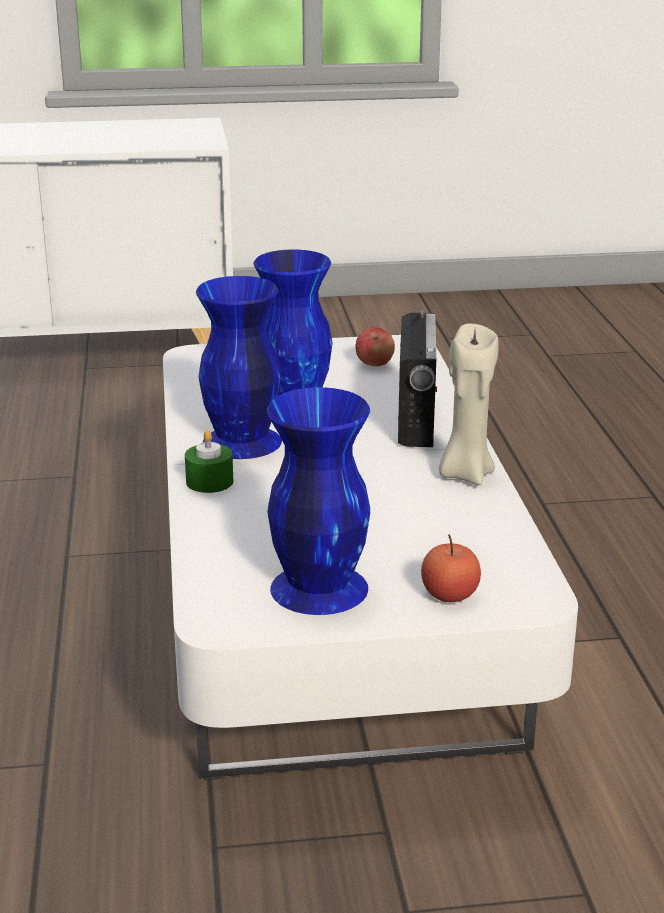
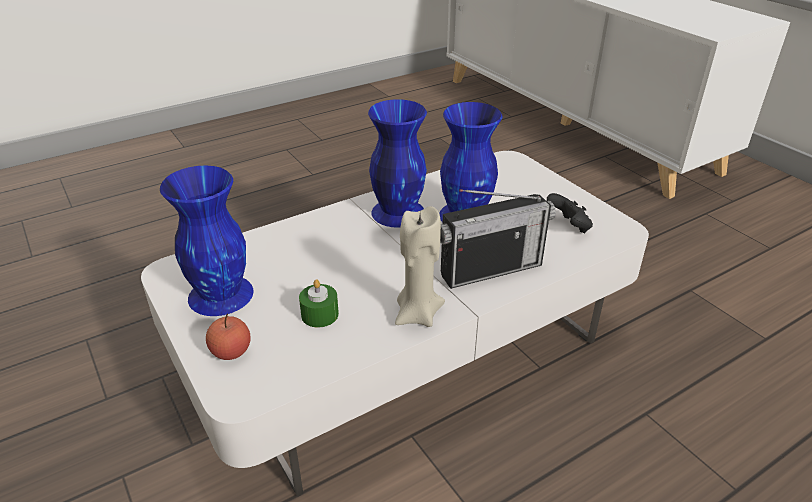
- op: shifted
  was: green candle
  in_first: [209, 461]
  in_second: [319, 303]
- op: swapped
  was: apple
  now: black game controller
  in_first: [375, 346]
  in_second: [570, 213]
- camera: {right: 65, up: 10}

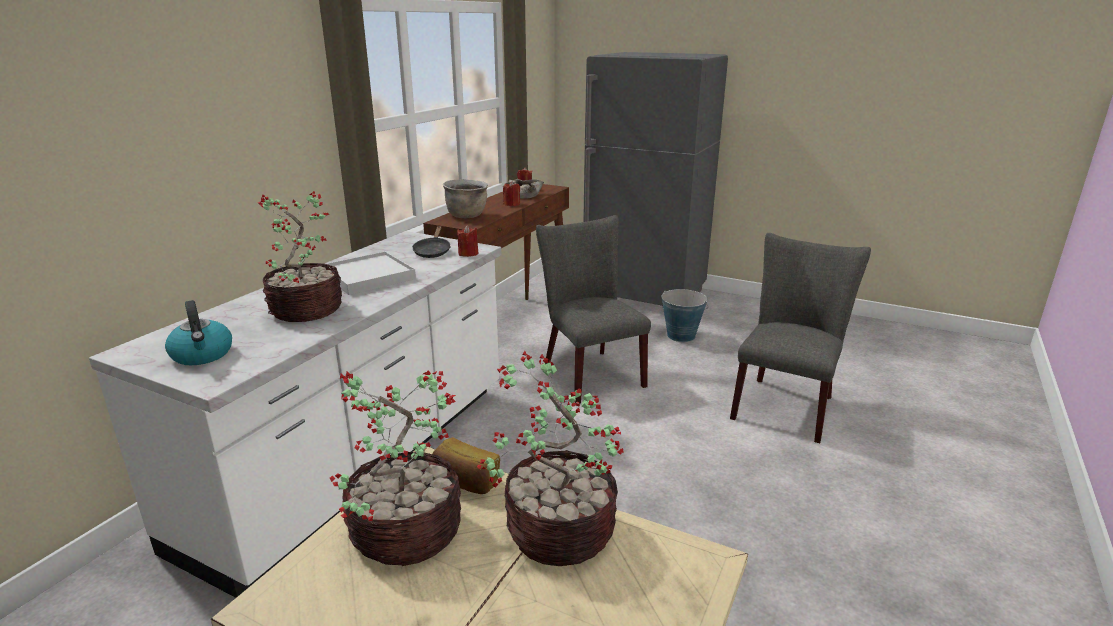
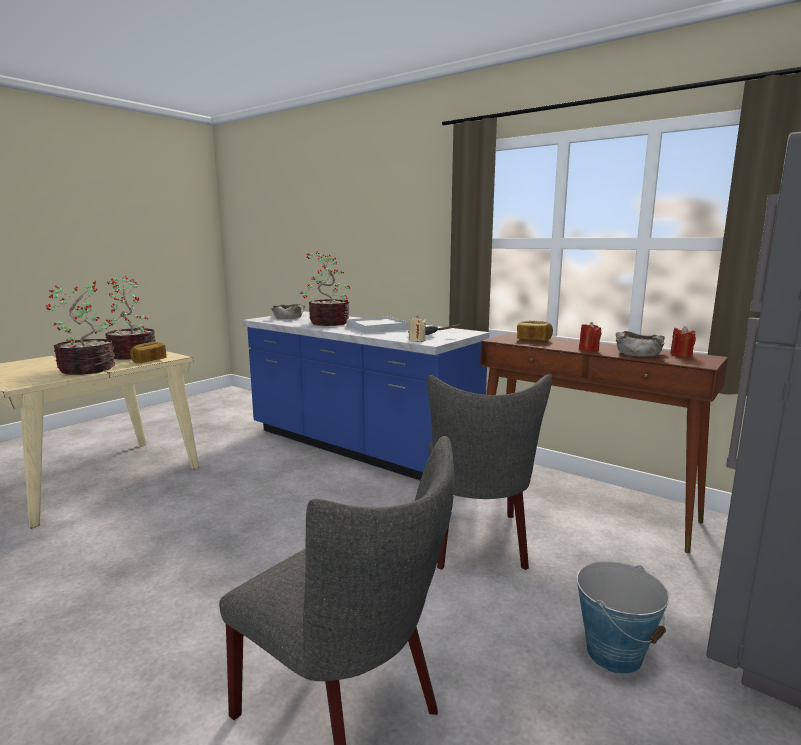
- op: swapped
  was: kettle
  now: beige bowl
  in_first: [198, 332]
  in_second: [288, 311]
- op: swapped
  was: brown cooking pot
  now: bread
  in_first: [465, 198]
  in_second: [535, 330]
- op: repainted
  was: white counter
  now: blue counter
  in_first: [295, 414]
  in_second: [366, 395]
- op: repainted
  was: red candle
  now: beige candle
  in_first: [467, 241]
  in_second: [417, 329]
- op: rotated
  was: grey chair
  in_first: [593, 309]
  in_second: [489, 472]
  clockwise: 105
- camera: {right: 100, up: -10}

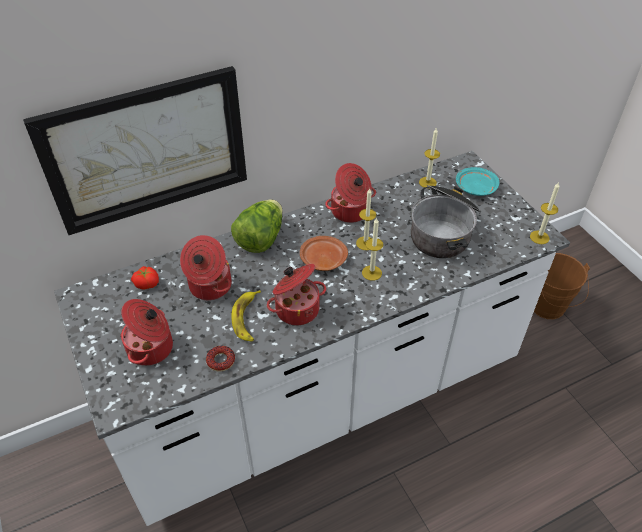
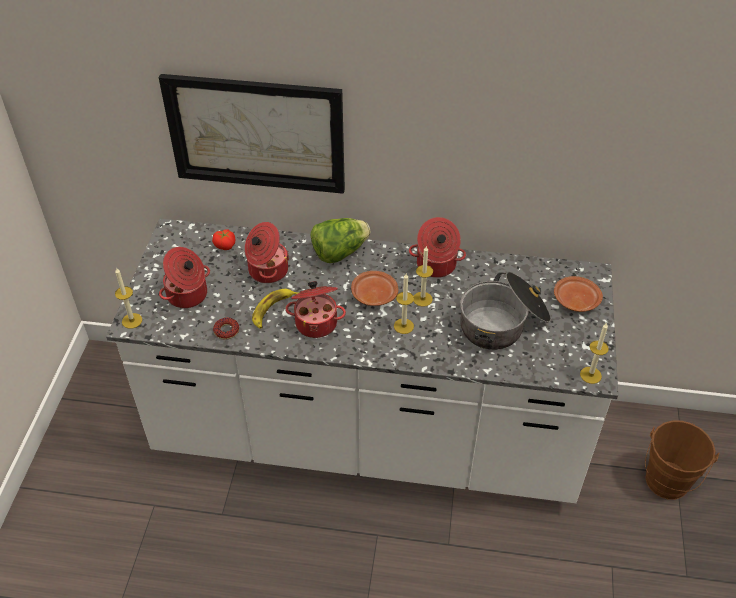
- op: shifted
  was: candle
  in_first: [429, 157]
  in_second: [128, 298]
- op: repainted
  was: turquoise plate
  now: brown plate
  in_first: [477, 181]
  in_second: [578, 294]
- camera: {right: 35, up: 0}

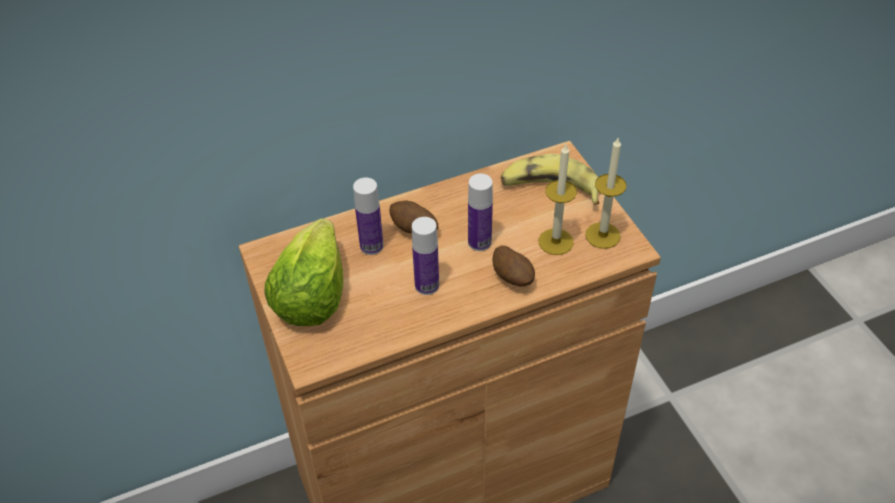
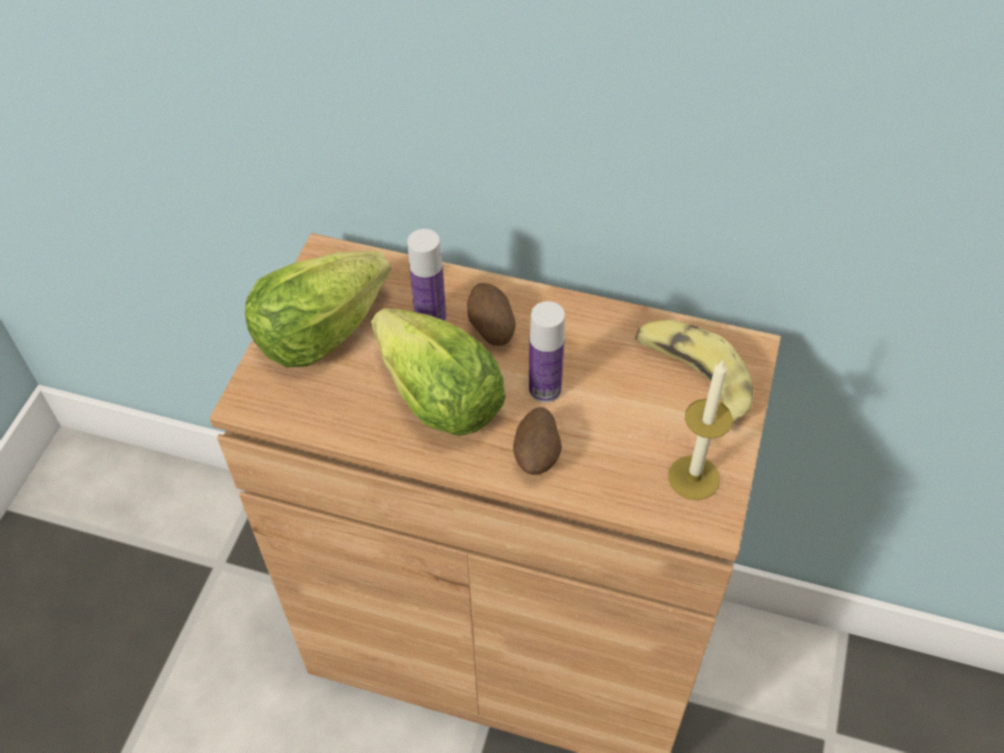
- op: gone
  was: candle
  in_first: [558, 200]
- op: swapped
  was: bottle
  now: lettuce
  in_first: [425, 256]
  in_second: [438, 372]
- camera: {right: 40, up: 5}

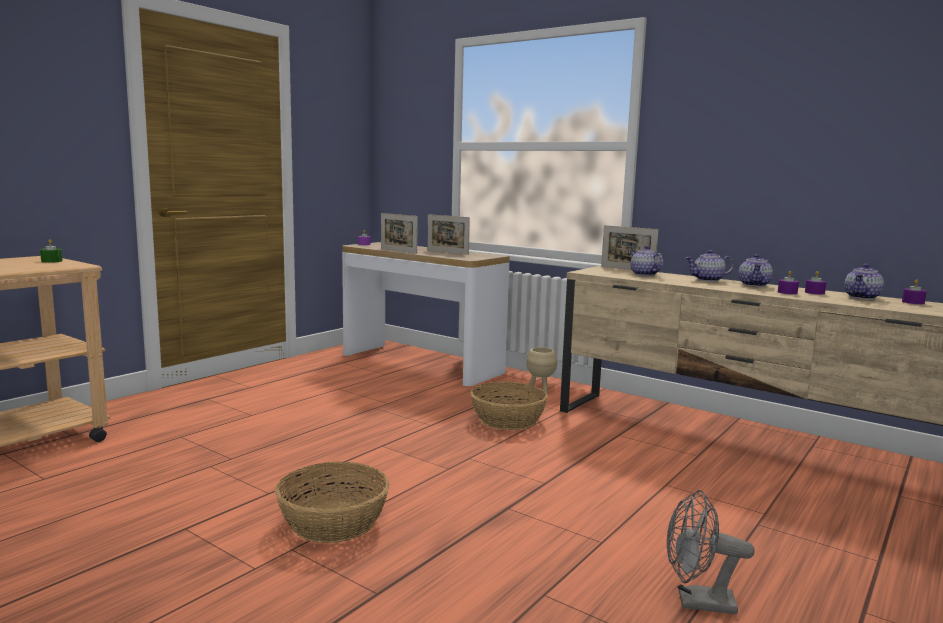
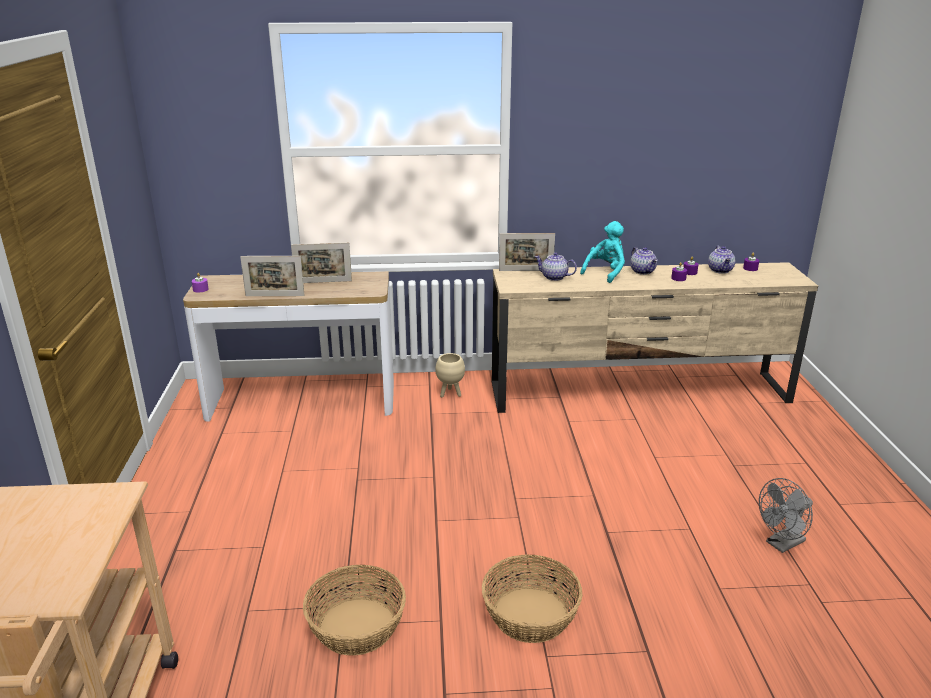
- op: gone
  was: green candle
  in_first: [51, 251]
- op: shifted
  was: basket
  in_first: [509, 405]
  in_second: [354, 610]
- op: swapped
  was: teapot
  now: turquoise plush toy
  in_first: [710, 266]
  in_second: [602, 252]
- camera: {right: -40, up: 15}

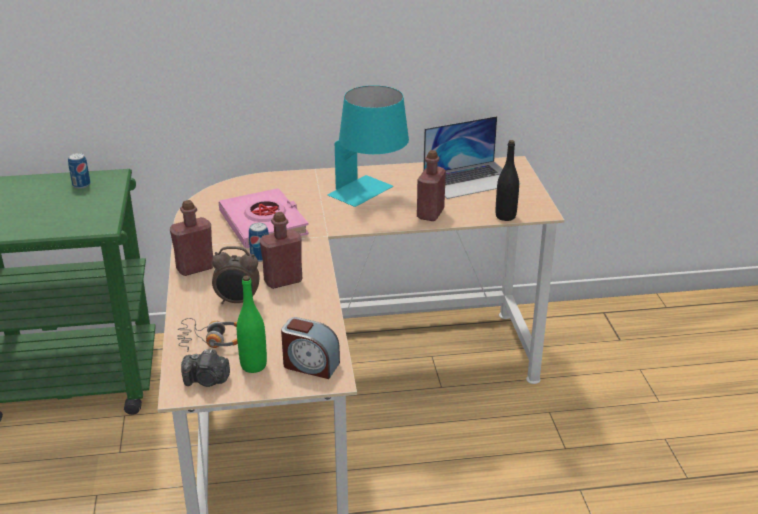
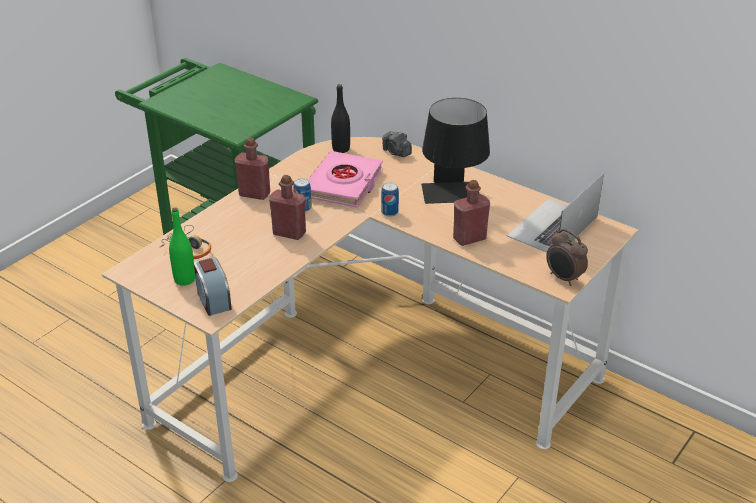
- op: shifted
  was: can
  in_first: [79, 171]
  in_second: [390, 199]
- op: shifted
  was: photo camera
  in_first: [205, 368]
  in_second: [397, 144]
- op: shifted
  was: alarm clock
  in_first: [236, 275]
  in_second: [567, 257]
- op: shifted
  was: black bottle
  in_first: [507, 180]
  in_second: [340, 118]
- op: repainted
  was: turquoise table lamp
  now: black table lamp
  in_first: [368, 146]
  in_second: [455, 151]
- op: rotated
  was: laptop
  in_first: [471, 157]
  in_second: [555, 213]
  clockwise: 105
- camera: {right: 45, up: 5}

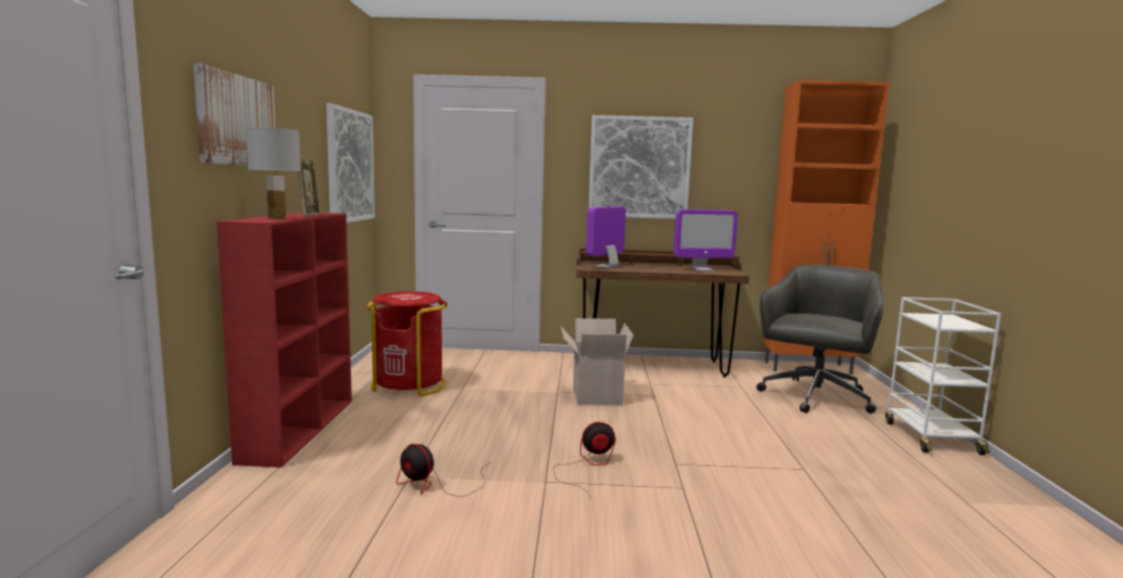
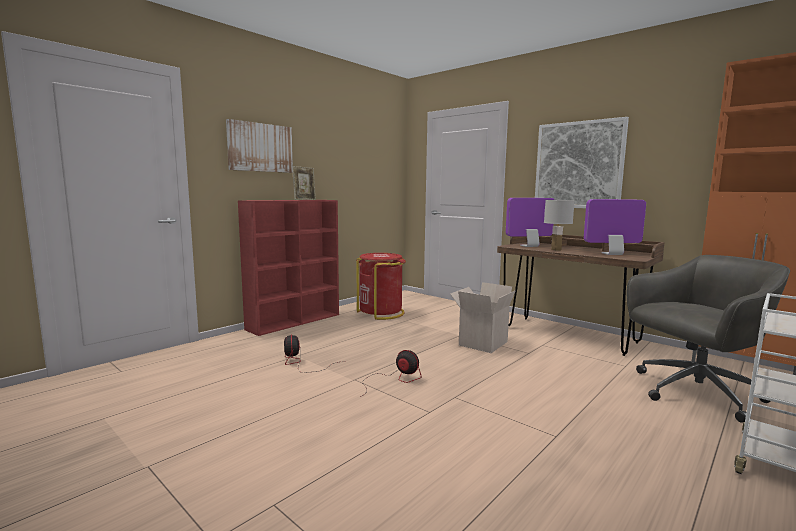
- op: gone
  was: picture
  in_first: [350, 163]
- op: shifted
  was: white table lamp
  in_first: [273, 173]
  in_second: [559, 225]
- op: rotated
  was: monitor
  in_first: [706, 240]
  in_second: [615, 227]
  clockwise: 150
- camera: {right: 40, up: 0}

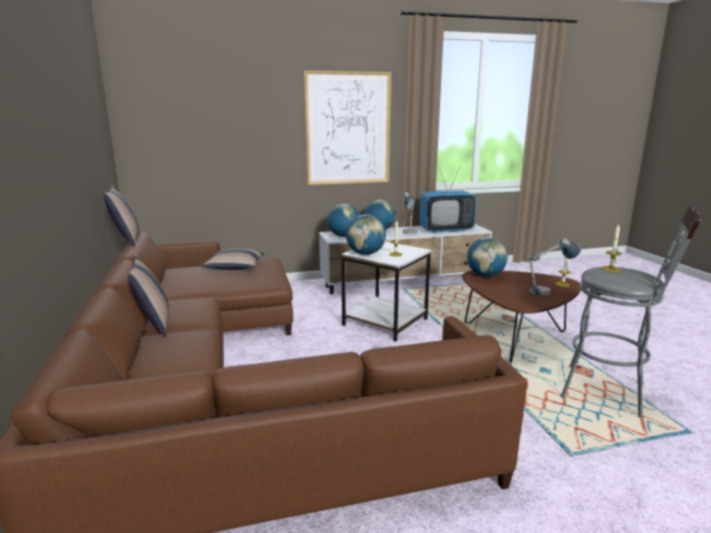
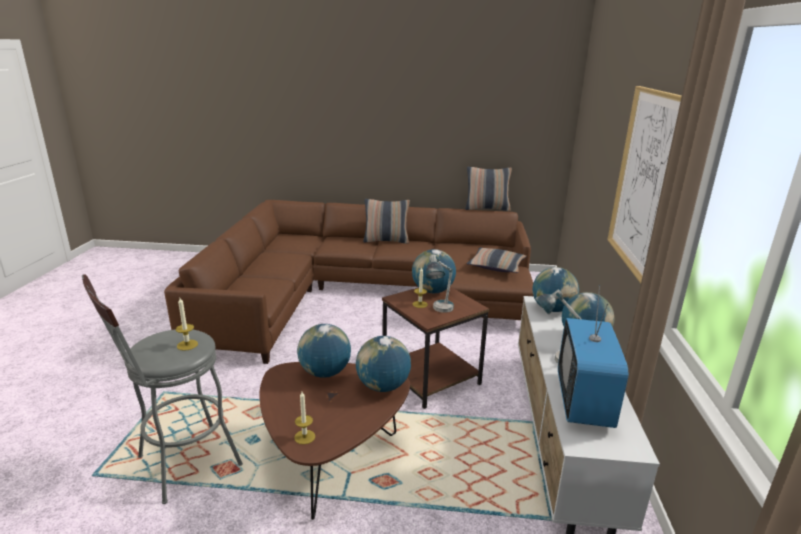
- op: new
  now: globe
  in_second: [324, 351]
- op: shifted
  was: table lamp
  in_first: [555, 267]
  in_second: [440, 283]
- op: repainted
  was: white side table
  now: brown side table
  in_first: [386, 292]
  in_second: [435, 348]
- camera: {right: 110, up: 5}

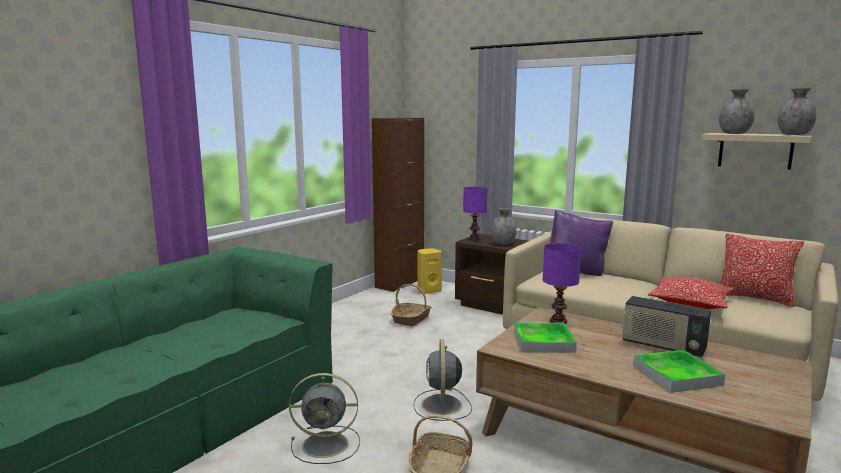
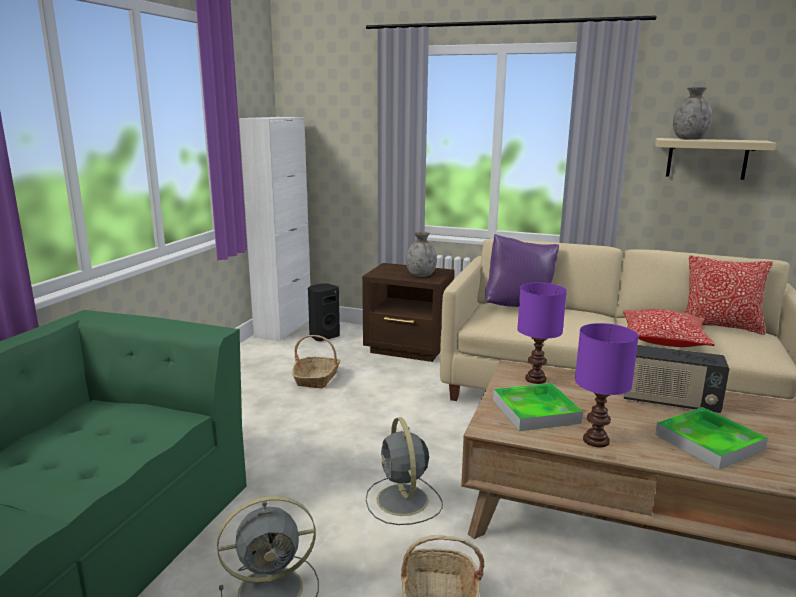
- op: gone
  was: grey vase
  in_first: [797, 111]
- op: shifted
  was: purple table lamp
  in_first: [475, 214]
  in_second: [607, 385]
- op: repainted
  was: brown cabinet
  now: white cabinet
  in_first: [398, 205]
  in_second: [274, 229]
- op: repainted
  was: yellow speaker
  now: black speaker
  in_first: [429, 271]
  in_second: [324, 312]
- camera: {right: -15, up: 5}

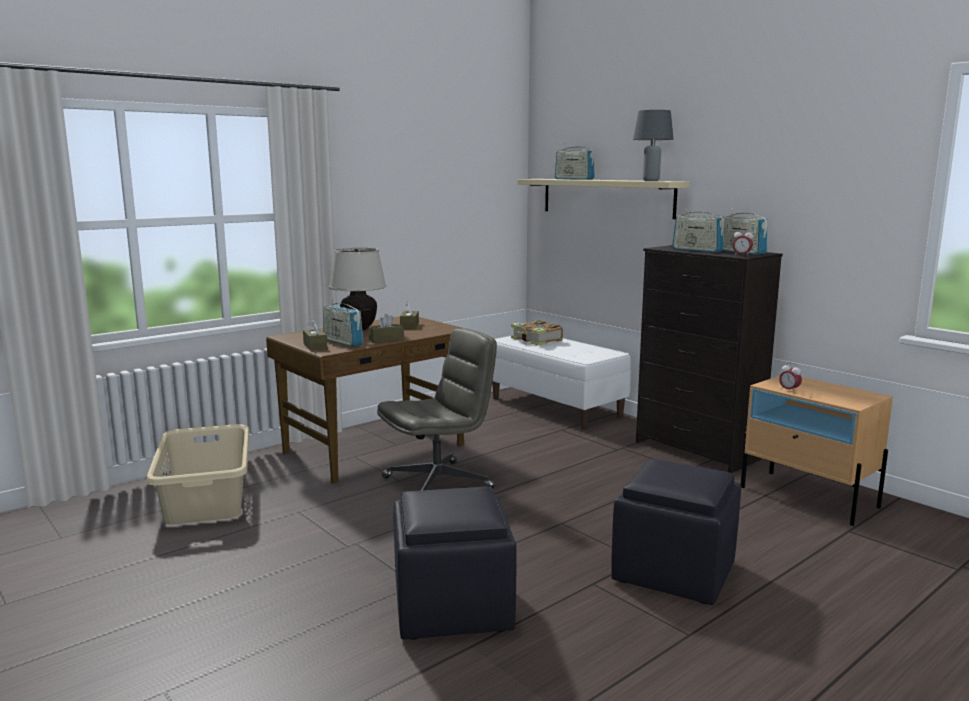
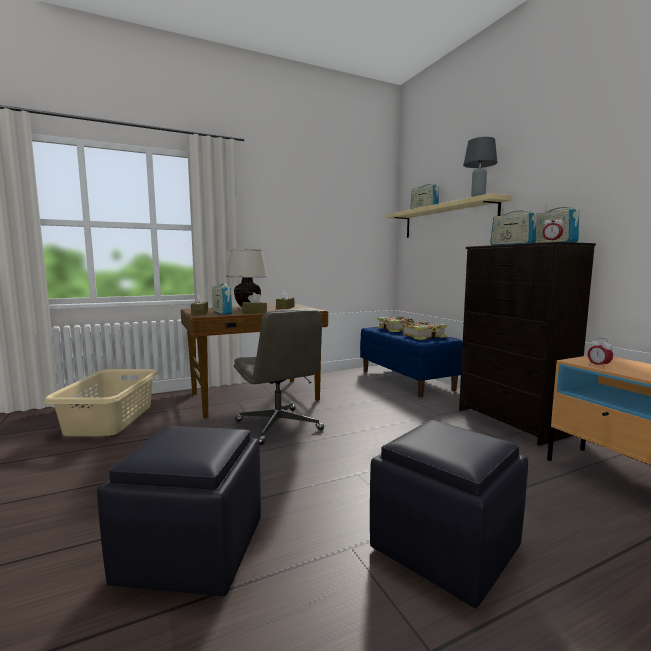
- op: new
  now: book
  in_second: [425, 331]
- op: repainted
  was: white bench
  now: blue bench
  in_first: [561, 383]
  in_second: [411, 362]
- op: rotated
  was: grey office chair
  in_first: [437, 409]
  in_second: [279, 377]
  clockwise: 75
- camera: {right: 15, up: -5}

